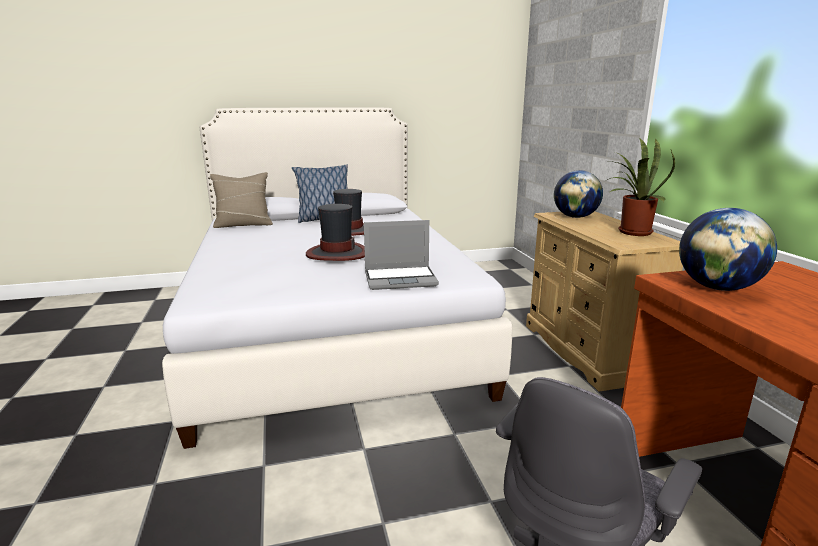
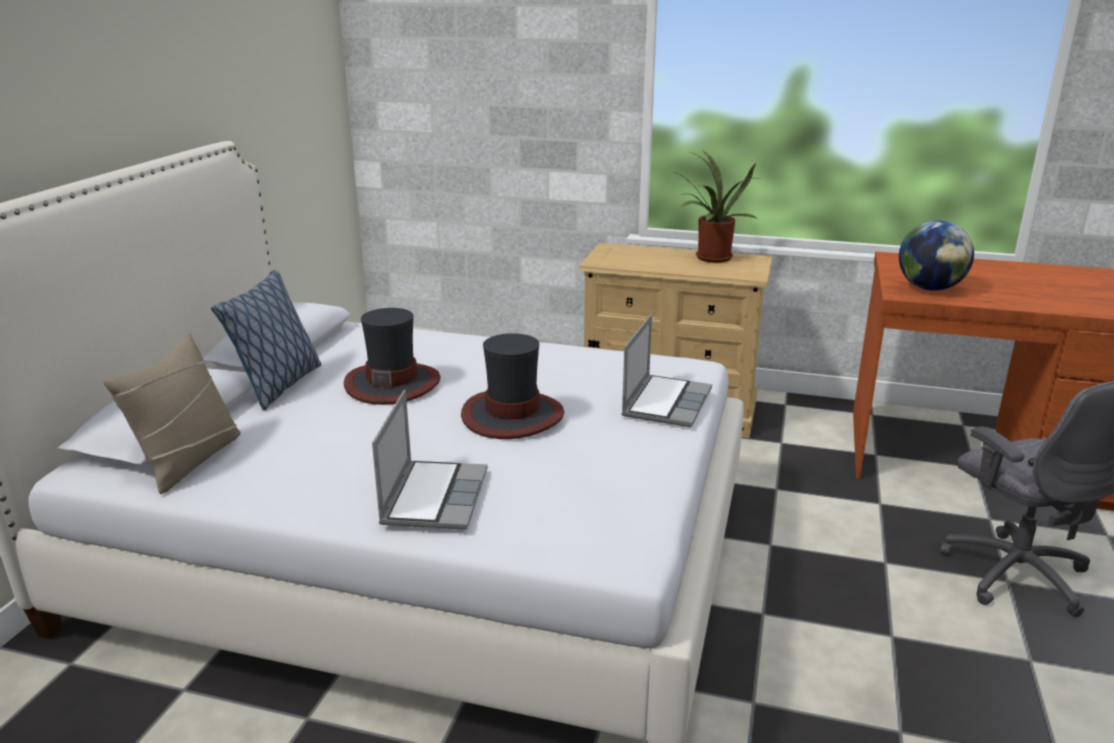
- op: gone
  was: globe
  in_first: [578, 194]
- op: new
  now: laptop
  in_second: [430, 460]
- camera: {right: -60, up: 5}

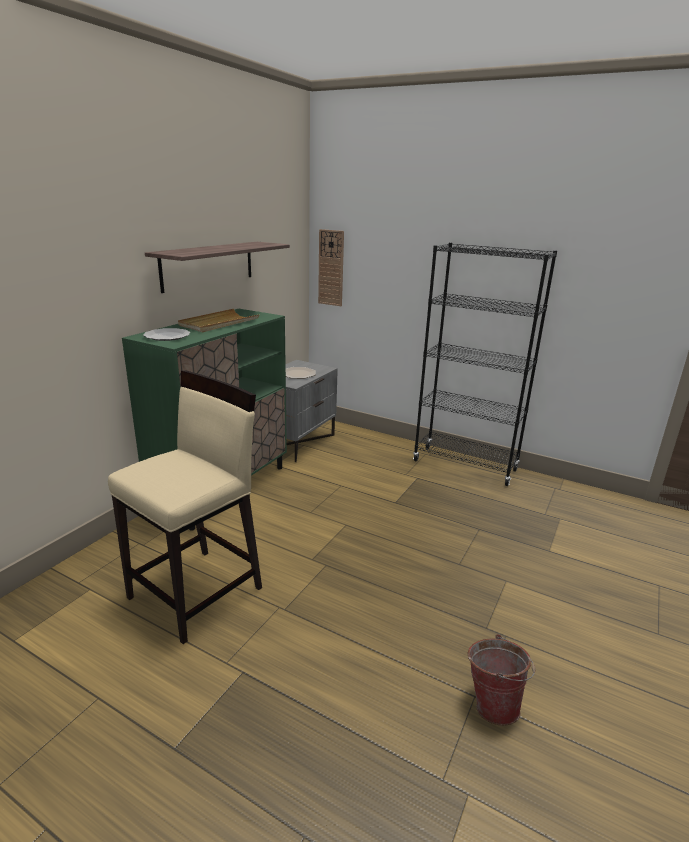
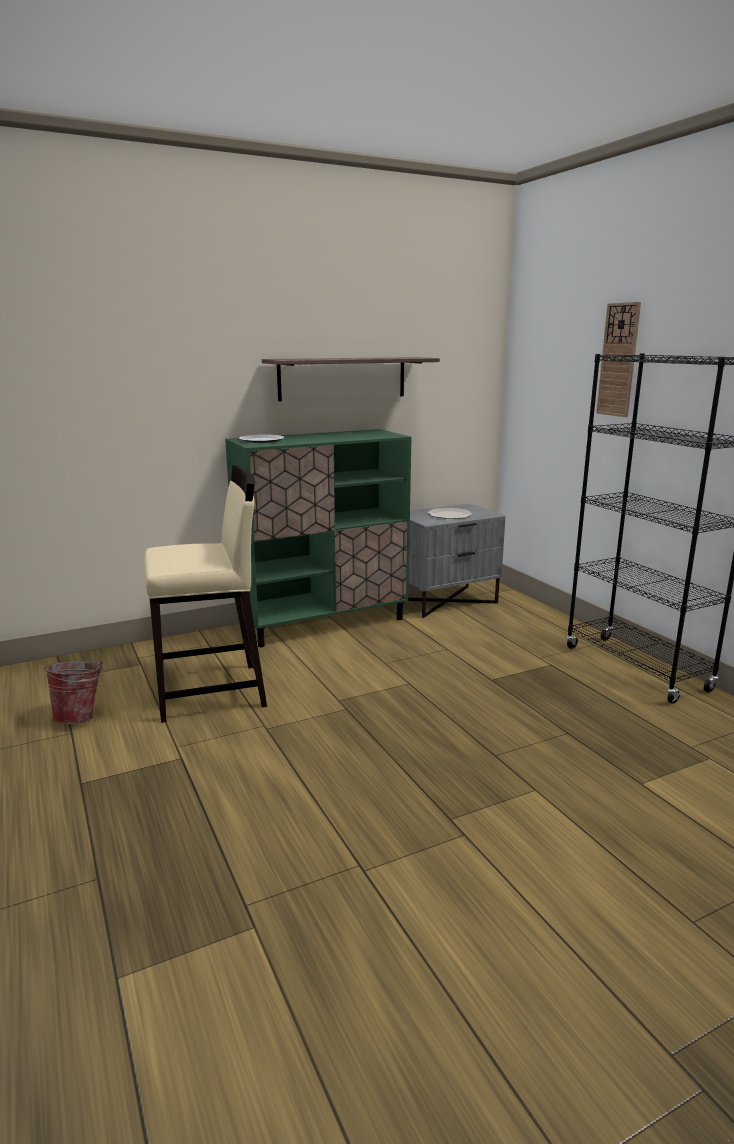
- op: gone
  was: beige tray
  in_first: [218, 321]
- op: shifted
  was: wall clock
  in_first: [331, 267]
  in_second: [618, 359]
- op: shifted
  was: bucket
  in_first: [501, 680]
  in_second: [74, 692]
- camera: {right: 35, up: -5}

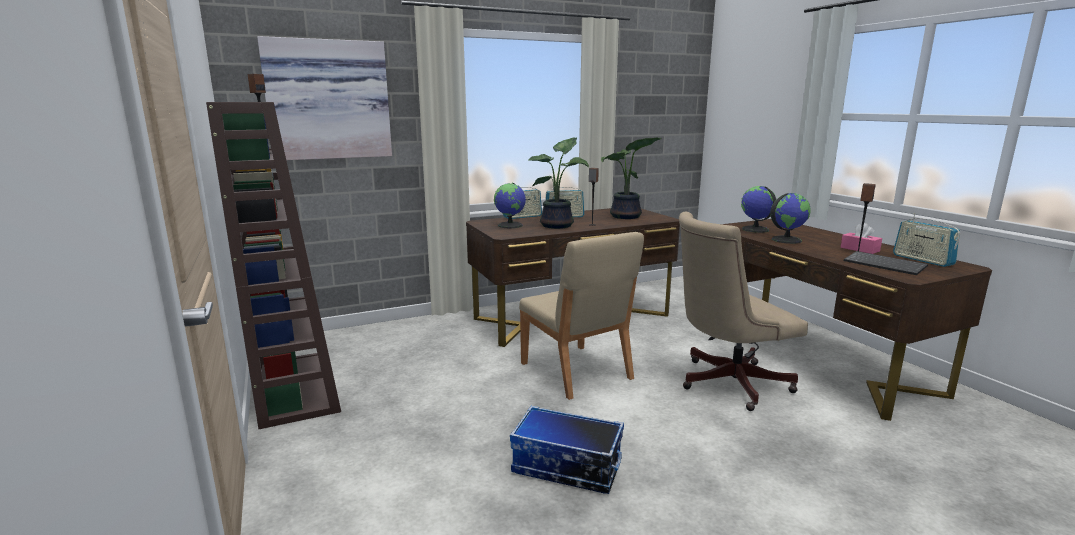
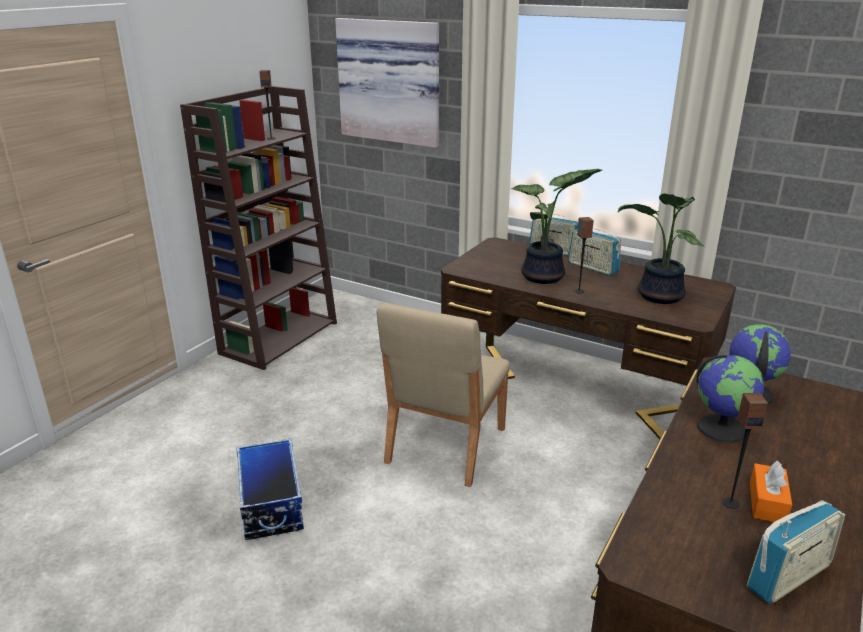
- op: gone
  was: globe
  in_first: [510, 205]
- op: gone
  was: beige office chair
  in_first: [743, 311]
- op: gone
  was: keyboard
  in_first: [886, 263]
- op: repainted
  was: pink tissue box
  now: orange tissue box
  in_first: [861, 238]
  in_second: [771, 492]
- op: rotated
  was: radio
  in_first: [926, 240]
  in_second: [796, 552]
  clockwise: -150
- camera: {right: 55, up: 10}

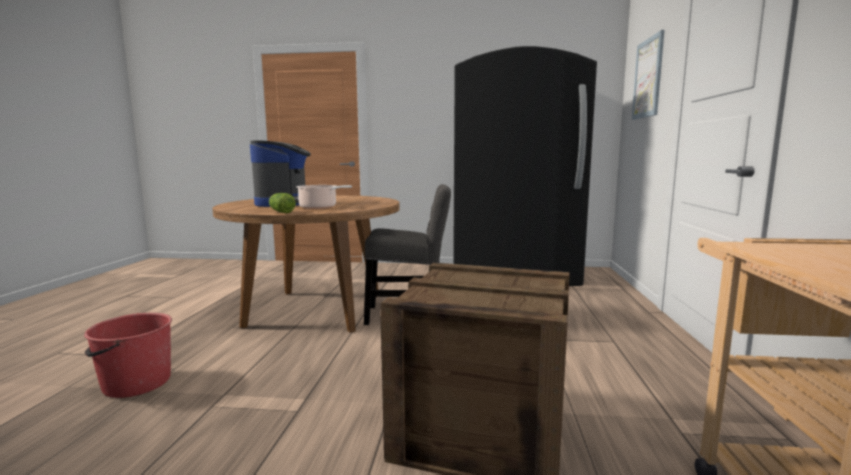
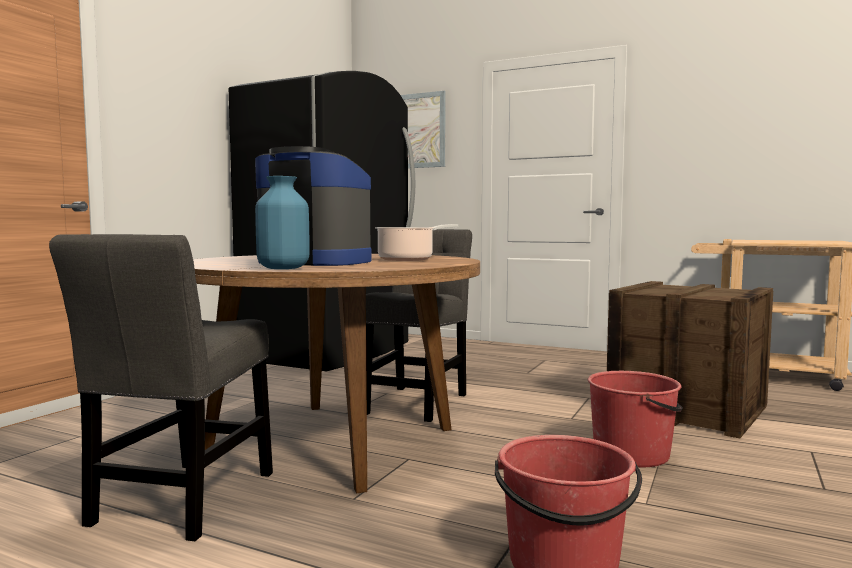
- op: gone
  was: lettuce
  in_first: [282, 203]
- op: new
  now: grey chair
  in_second: [161, 387]
- op: new
  now: blue vase
  in_second: [282, 222]
- op: new
  now: red bucket
  in_second: [635, 419]
- camera: {right: -70, up: -5}

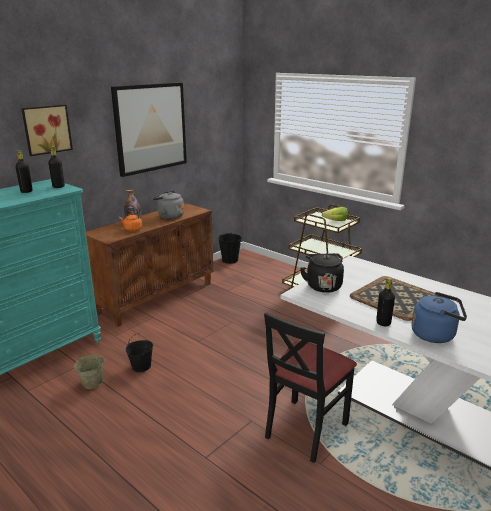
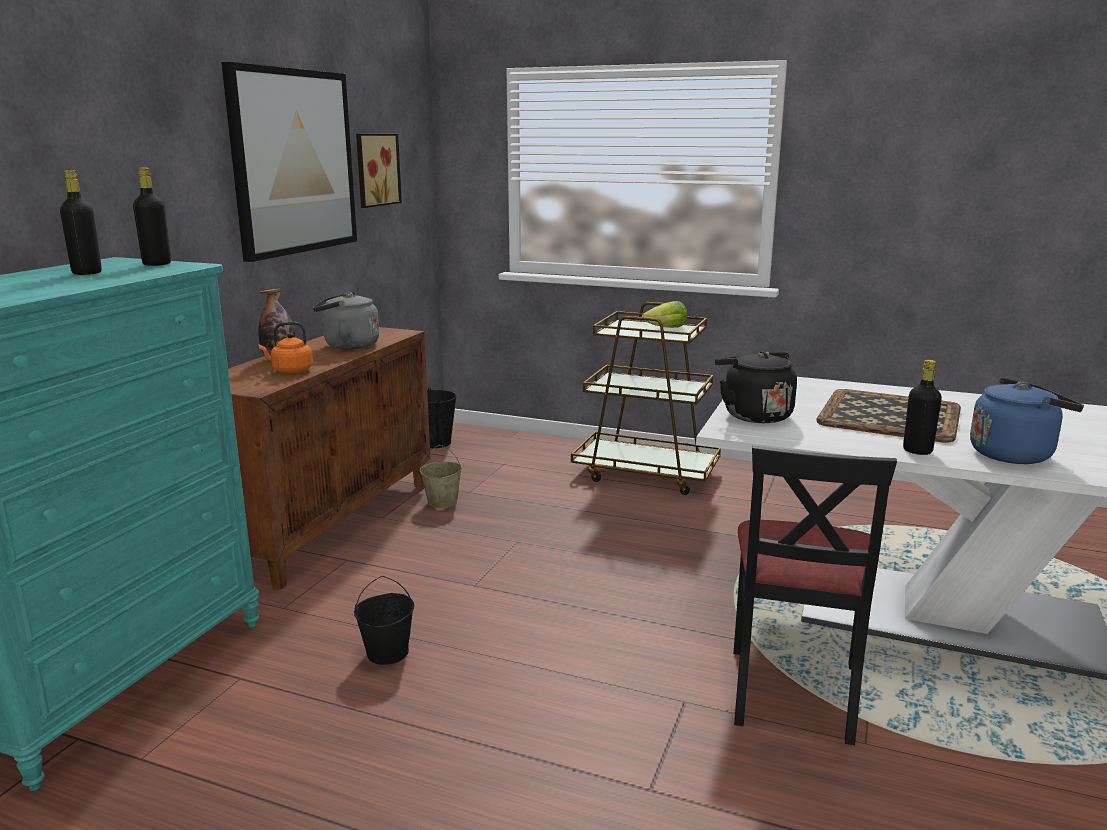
- op: shifted
  was: picture
  in_first: [47, 130]
  in_second: [379, 171]
- op: shifted
  was: beige bucket
  in_first: [89, 369]
  in_second: [441, 476]
- camera: {right: -20, up: -5}

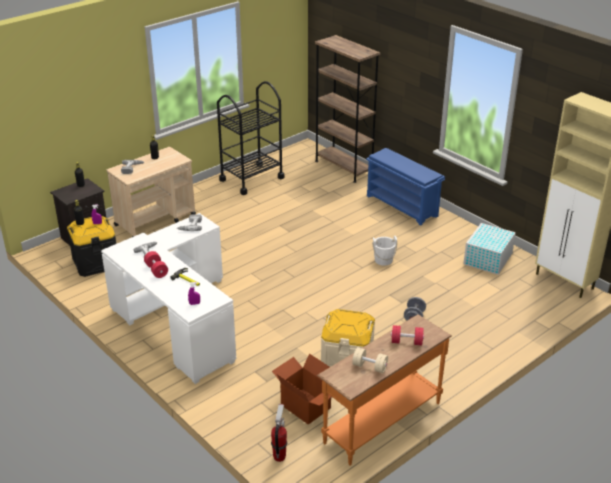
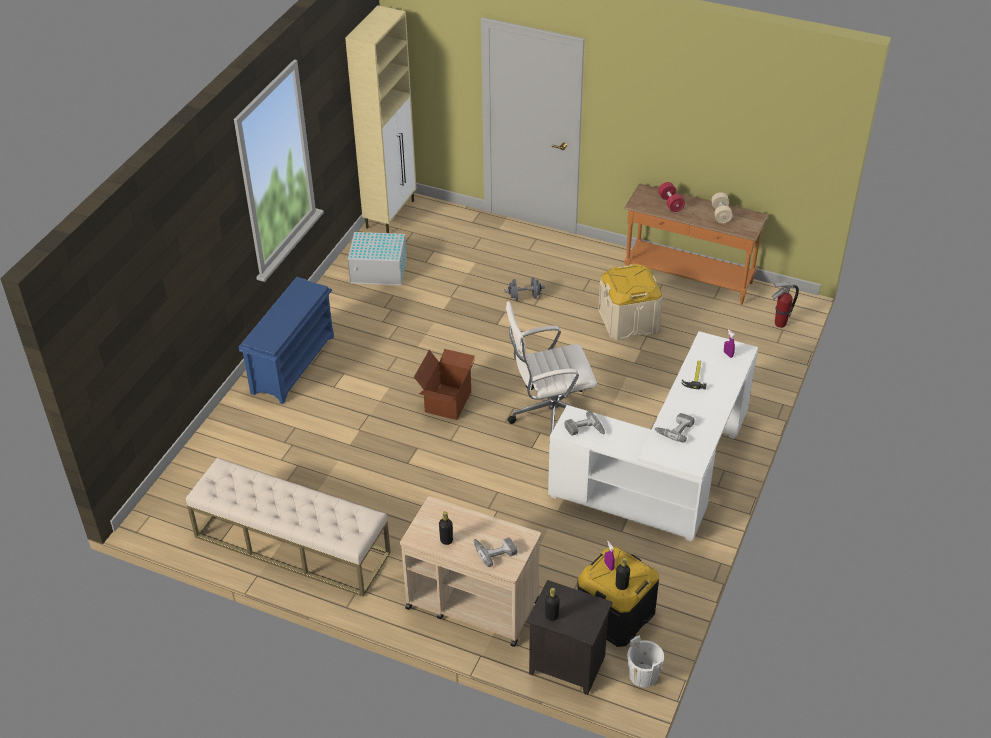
- op: gone
  was: red dumbbell
  in_first: [156, 264]
- op: gone
  was: brown bookcase
  in_first: [347, 109]
- op: new
  now: white office chair
  in_second: [551, 372]
- op: shifted
  was: cardboard box
  in_first: [302, 389]
  in_second: [444, 384]
- op: shifted
  was: white bucket
  in_first: [384, 251]
  in_second: [645, 662]
- op: swapped
  was: black cart
  now: beige bench
  in_first: [250, 138]
  in_second: [288, 527]
- camera: {right: -115, up: 10}

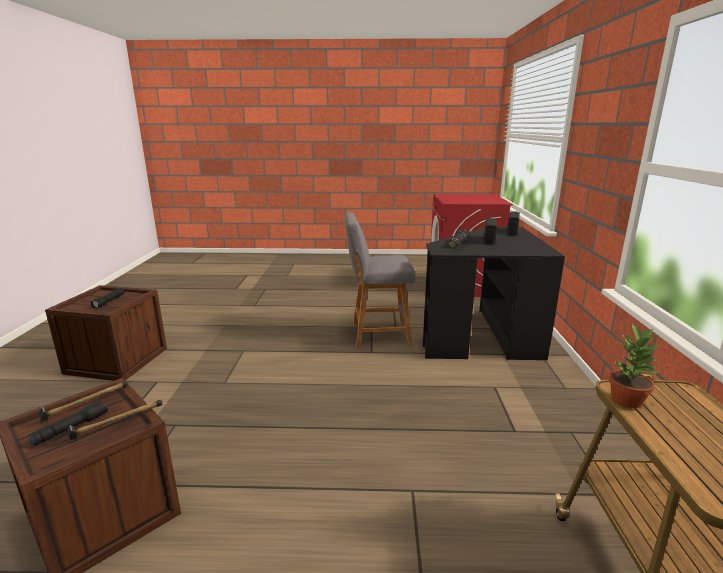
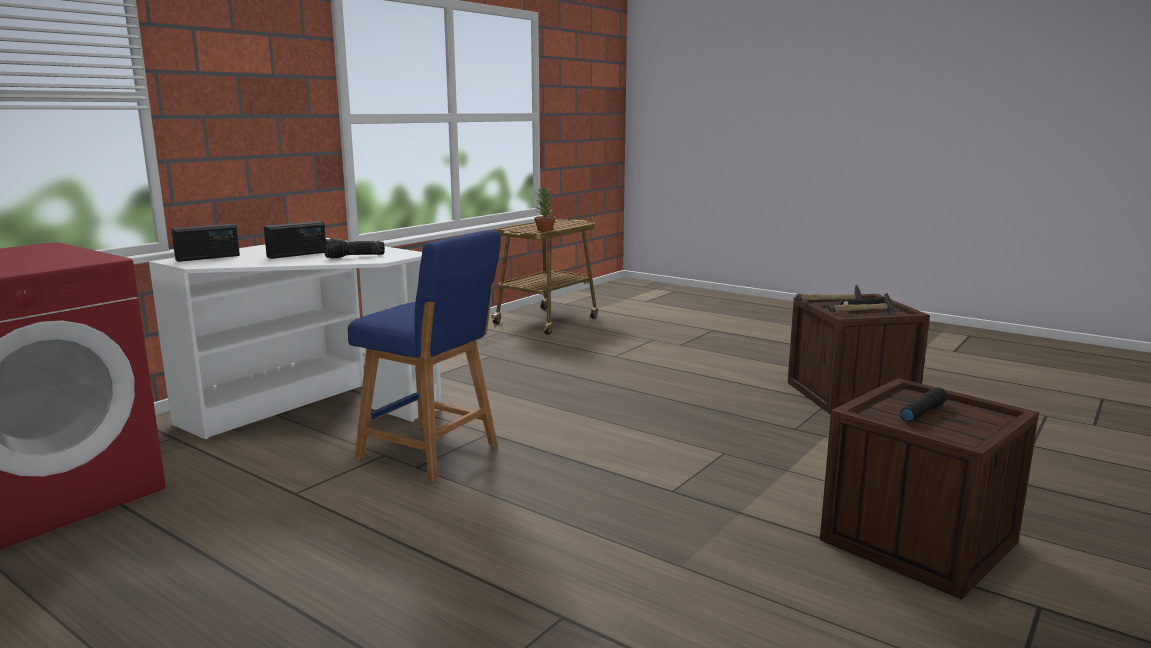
- op: repainted
  was: grey stool
  now: blue stool
  in_first: [380, 280]
  in_second: [424, 356]
- op: repainted
  was: black desk
  now: white desk
  in_first: [494, 293]
  in_second: [295, 339]
- camera: {right: -145, up: -5}

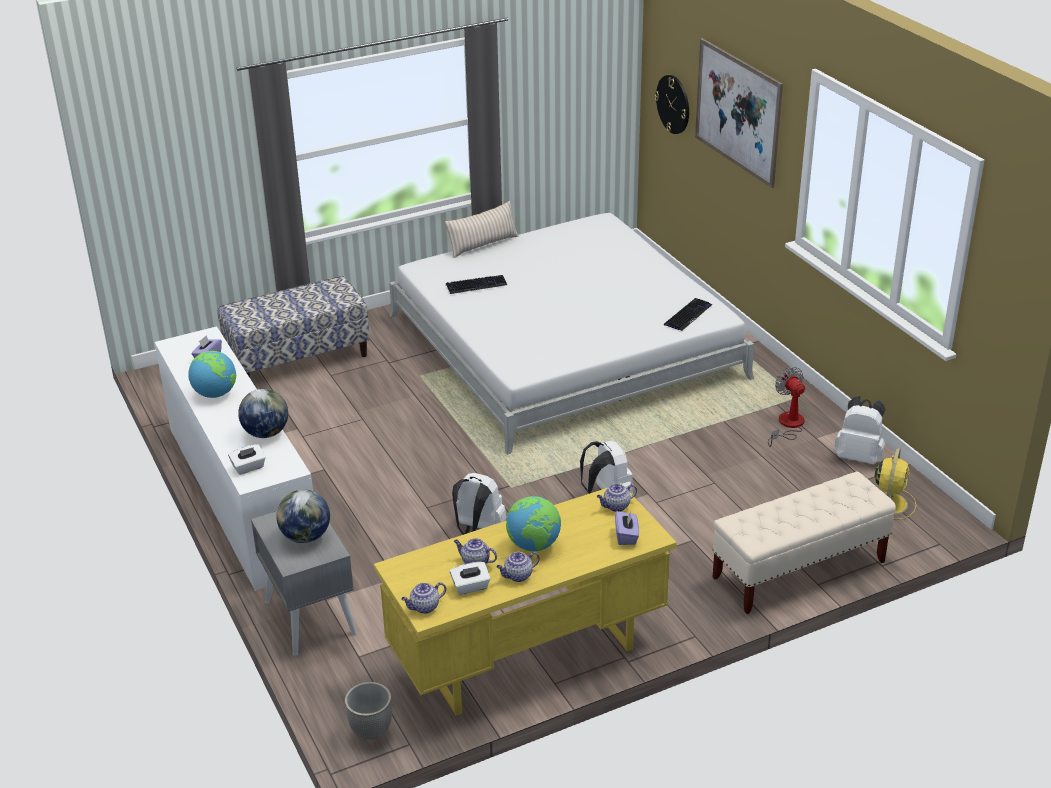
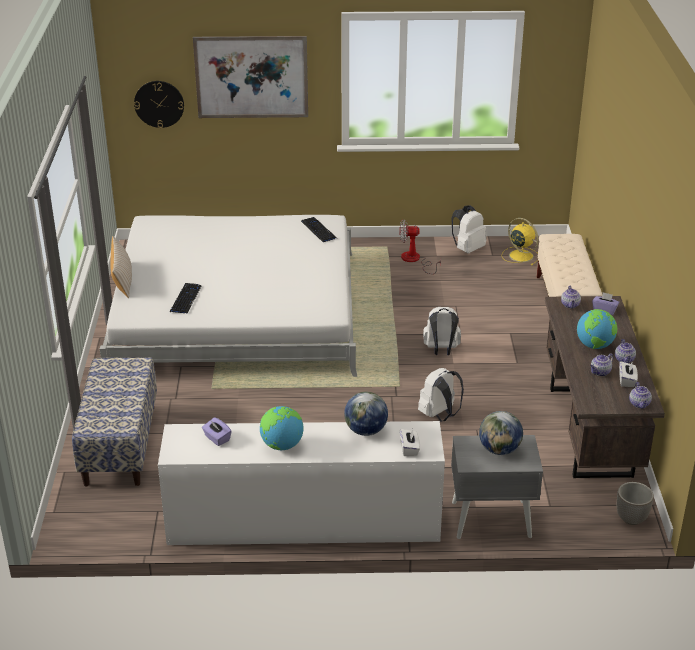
- op: repainted
  was: yellow desk
  now: brown desk
  in_first: [525, 599]
  in_second: [605, 387]
- camera: {right: -65, up: 0}

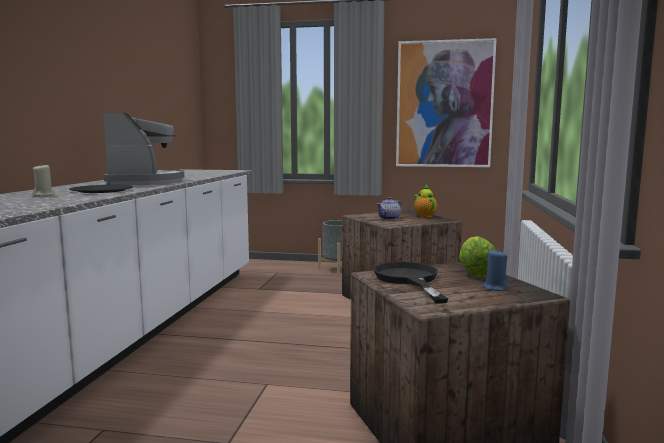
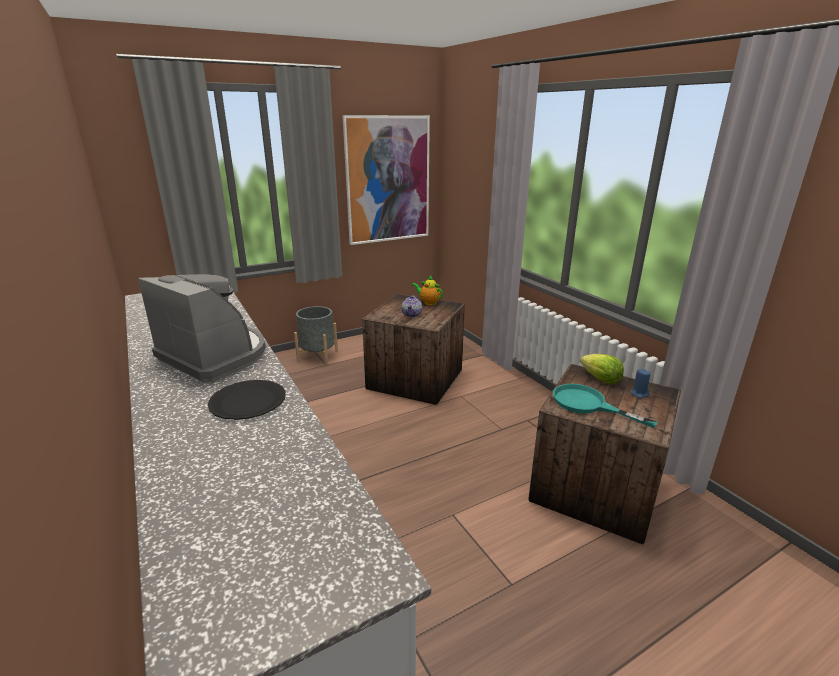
- op: gone
  was: beige candle
  in_first: [44, 180]
- op: repainted
  was: black frying pan
  now: turquoise frying pan
  in_first: [410, 282]
  in_second: [605, 406]
- camera: {right: -40, up: 15}

